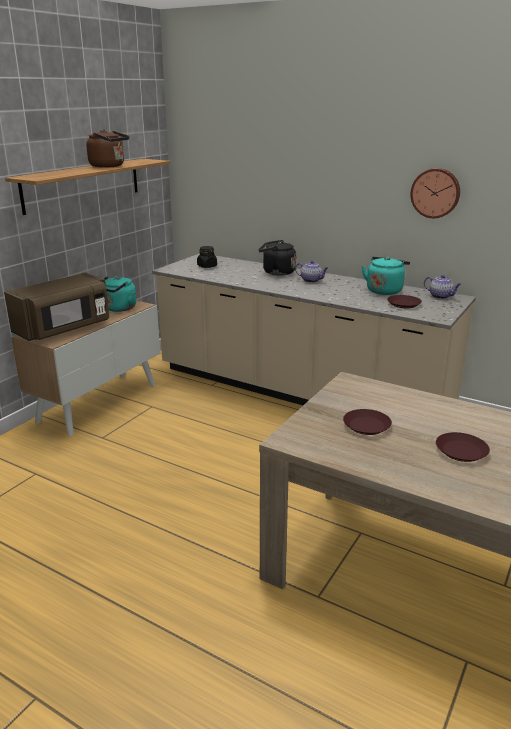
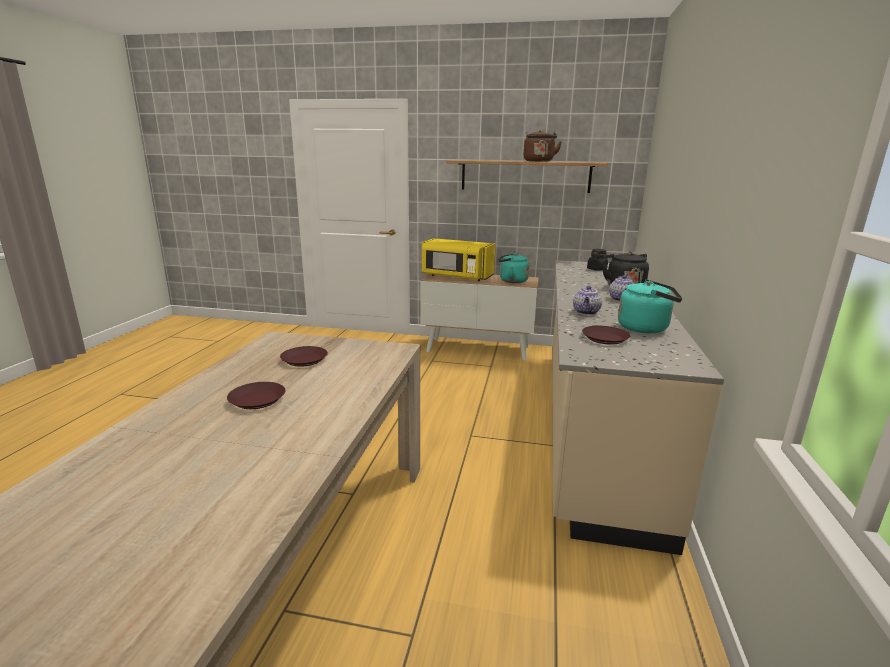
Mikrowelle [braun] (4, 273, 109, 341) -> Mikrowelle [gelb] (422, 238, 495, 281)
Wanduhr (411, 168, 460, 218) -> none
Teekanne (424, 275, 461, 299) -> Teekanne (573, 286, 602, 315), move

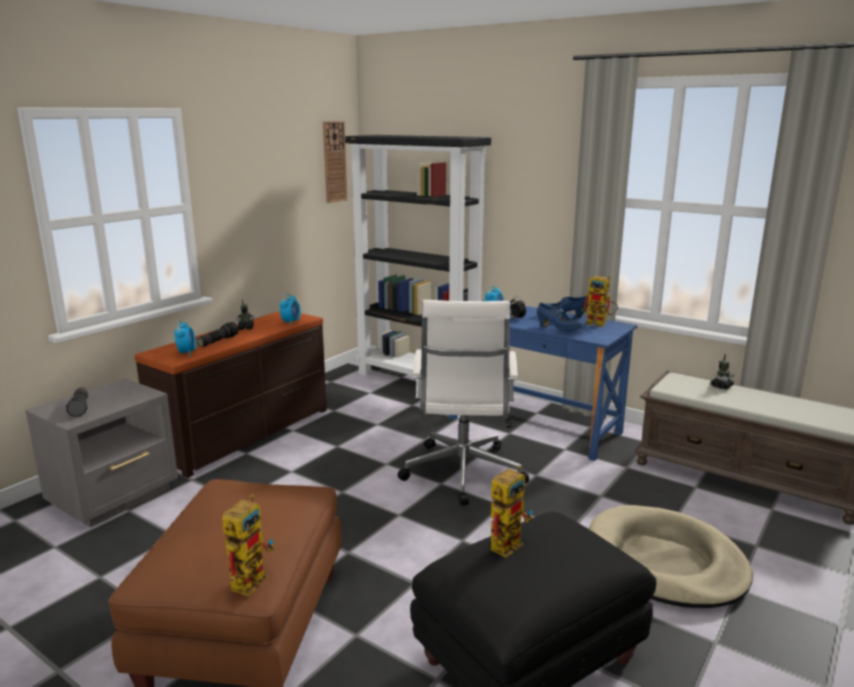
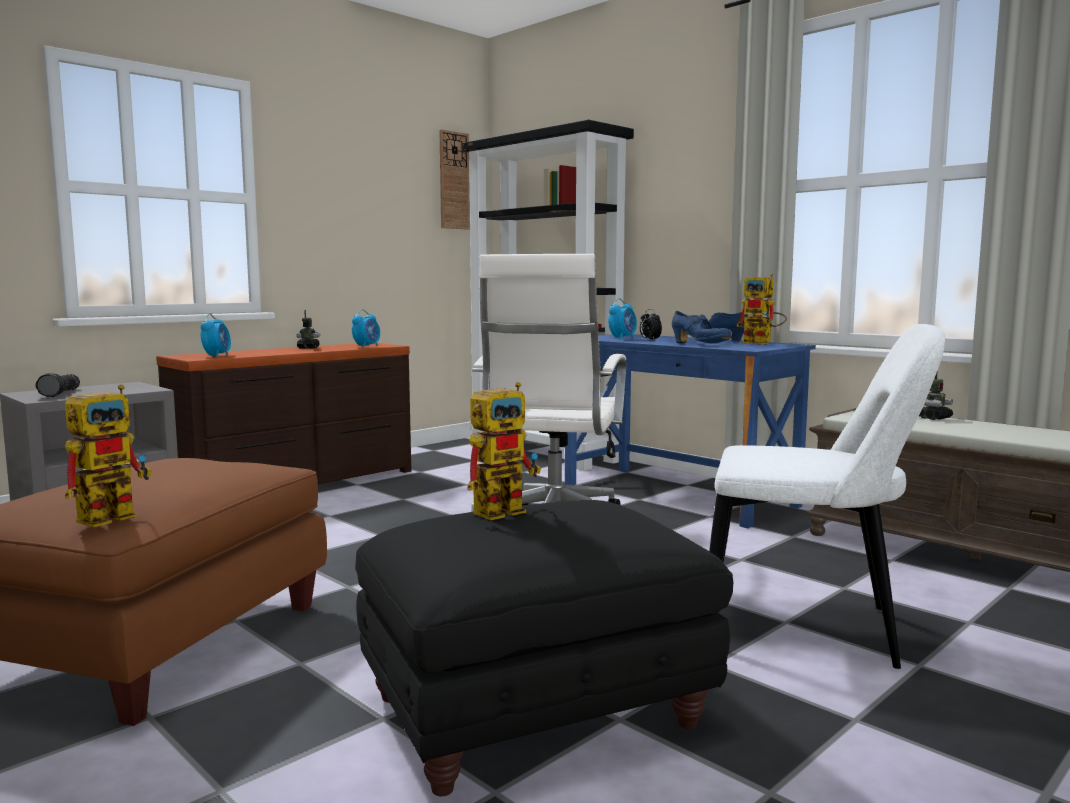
Taschenlampe (197, 322, 239, 347) -> none
Hundebett [beige] (588, 505, 753, 608) -> Stuhl [weiß] (709, 324, 945, 669)

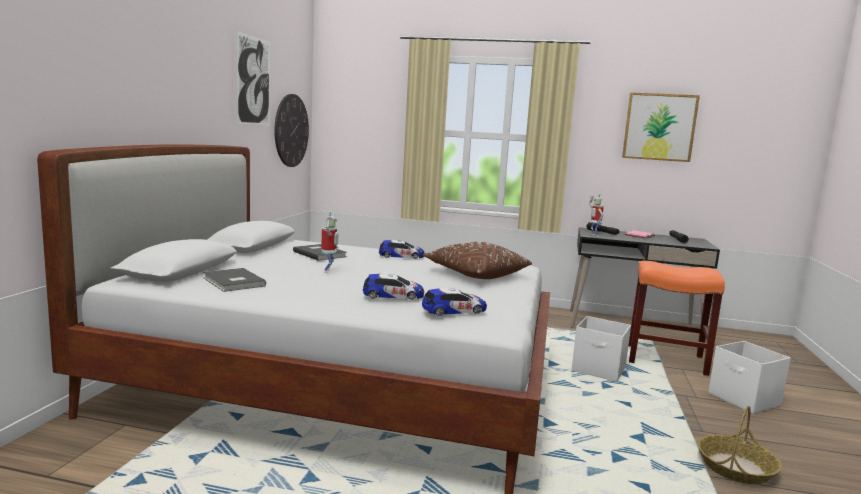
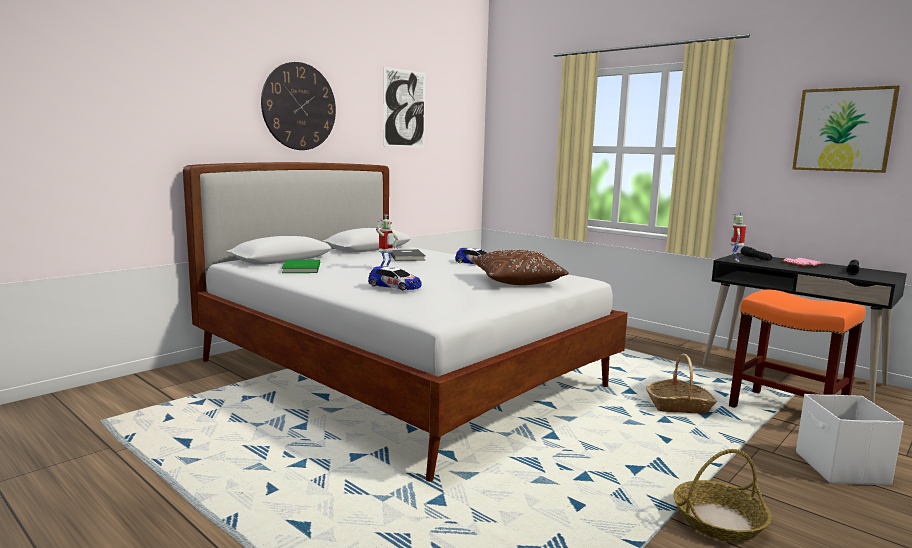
Buch [grau] (203, 268, 266, 292) -> Buch [grün] (282, 260, 320, 273)
Wanduhr (274, 94, 309, 167) -> Wanduhr (261, 62, 336, 150), move
Spielzeugauto (422, 288, 487, 316) -> none
Aufbewahrungsbox [weiß] (572, 316, 631, 382) -> Korb (646, 354, 717, 414)

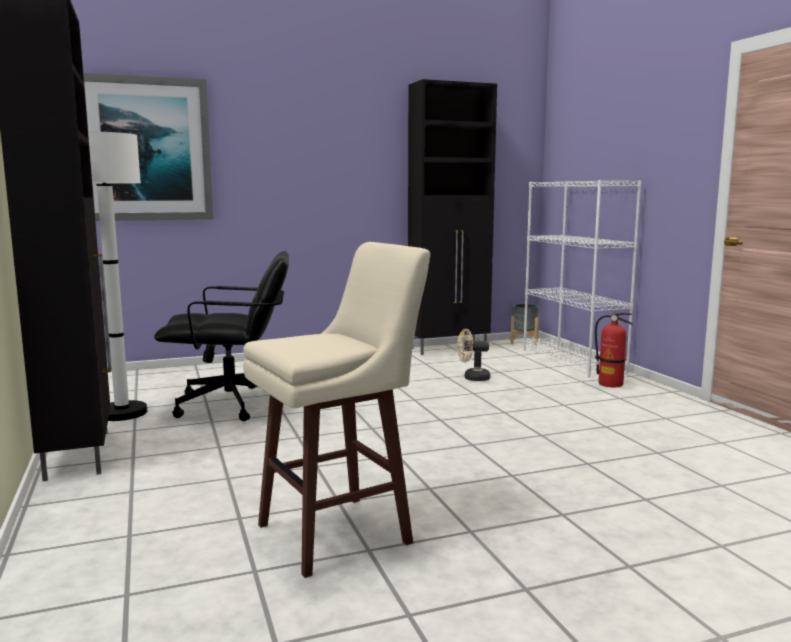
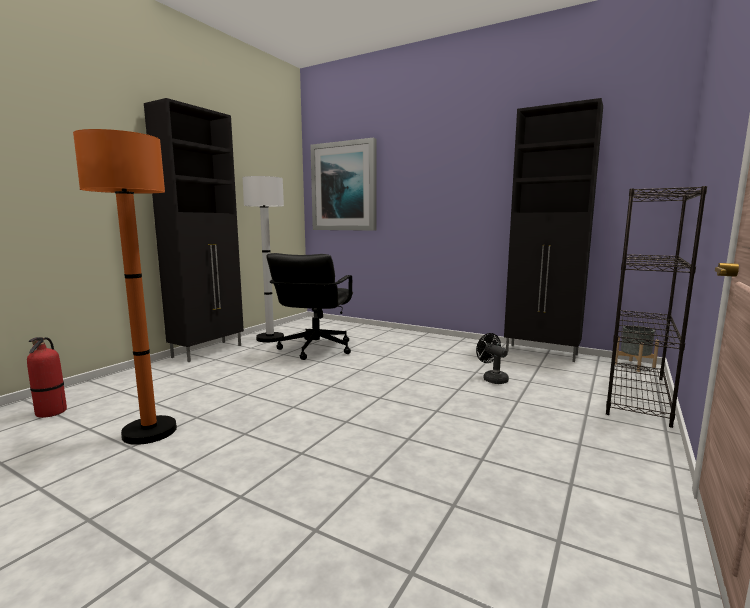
Bürostuhl [schwarz] (154, 251, 289, 421) -> Bürostuhl [schwarz] (266, 253, 353, 360), 60 degrees clockwise
Hocker [beige] (243, 242, 430, 578) -> Stehlampe [orange] (73, 129, 177, 445)
Ventilator [beige] (457, 329, 490, 381) -> Ventilator [schwarz] (476, 333, 509, 384)
Bücherregal [weiß] (523, 180, 642, 378) -> Bücherregal [schwarz] (606, 186, 707, 428)
Feuerlöscher (595, 313, 633, 387) -> Feuerlöscher (27, 337, 67, 418), move

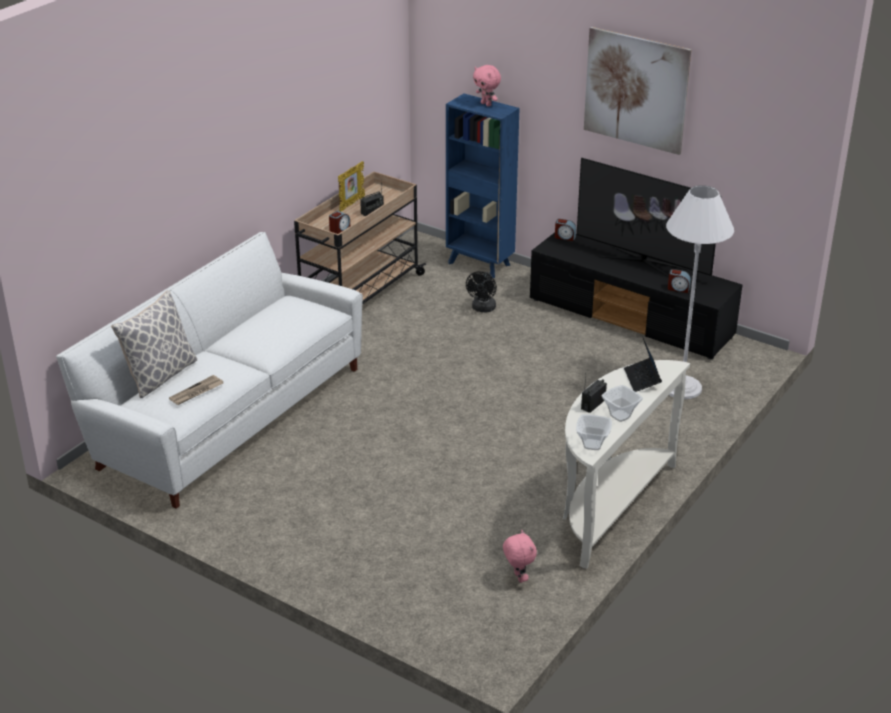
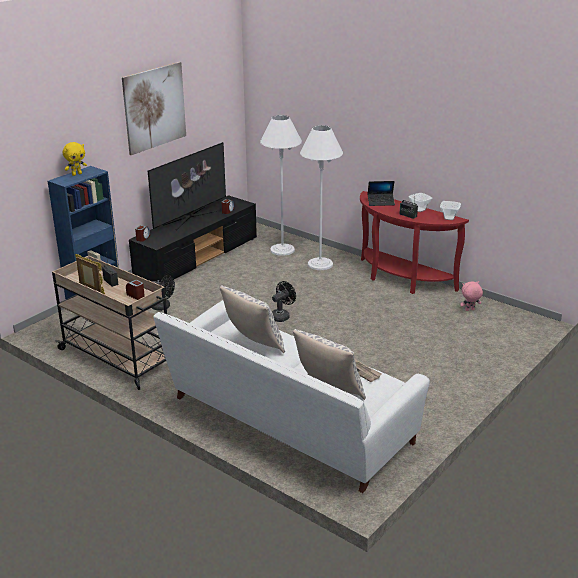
Plüschtier [rosa] (473, 65, 501, 107) -> Plüschtier [gelb] (63, 142, 87, 176)
Konsolentisch [weiß] (563, 360, 690, 569) -> Konsolentisch [rot] (360, 191, 469, 294)
none -> Kissen (219, 285, 285, 354)
none -> Ventilator [schwarz] (272, 281, 296, 322)
none -> Stehlampe [weiß] (300, 125, 343, 270)

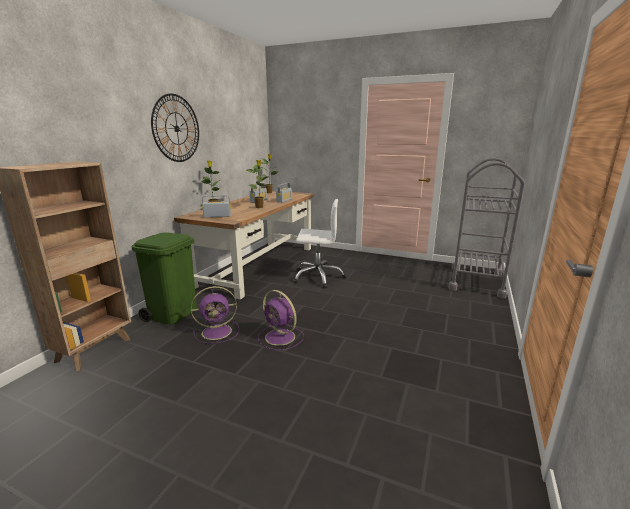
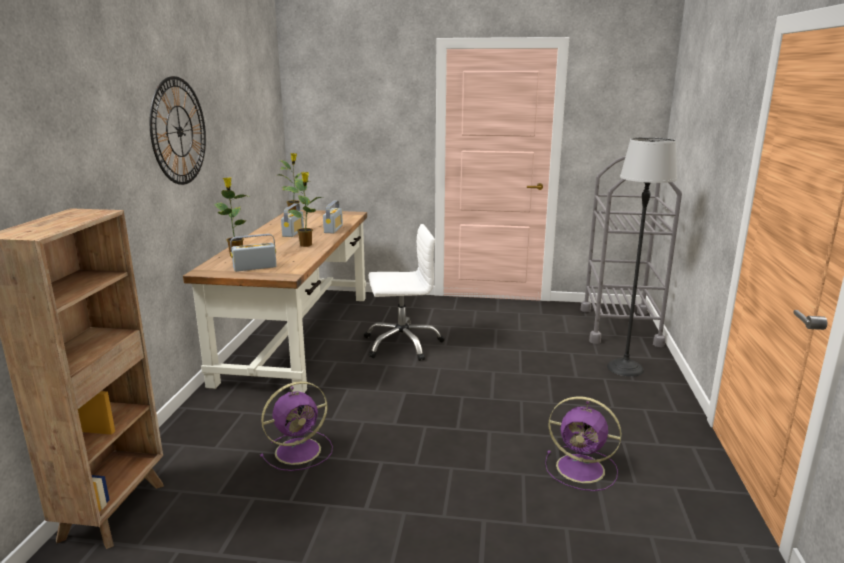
Mülleimer [grün] (131, 232, 197, 324) -> none
Ventilator [lila] (258, 290, 304, 350) -> Ventilator [lila] (545, 396, 622, 491), move
none -> Stehlampe (607, 137, 677, 377)

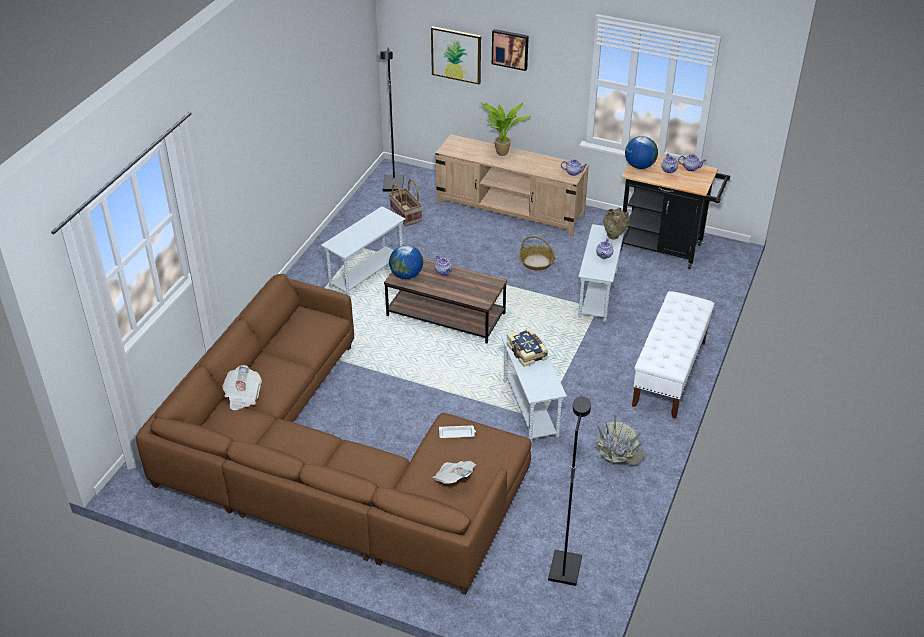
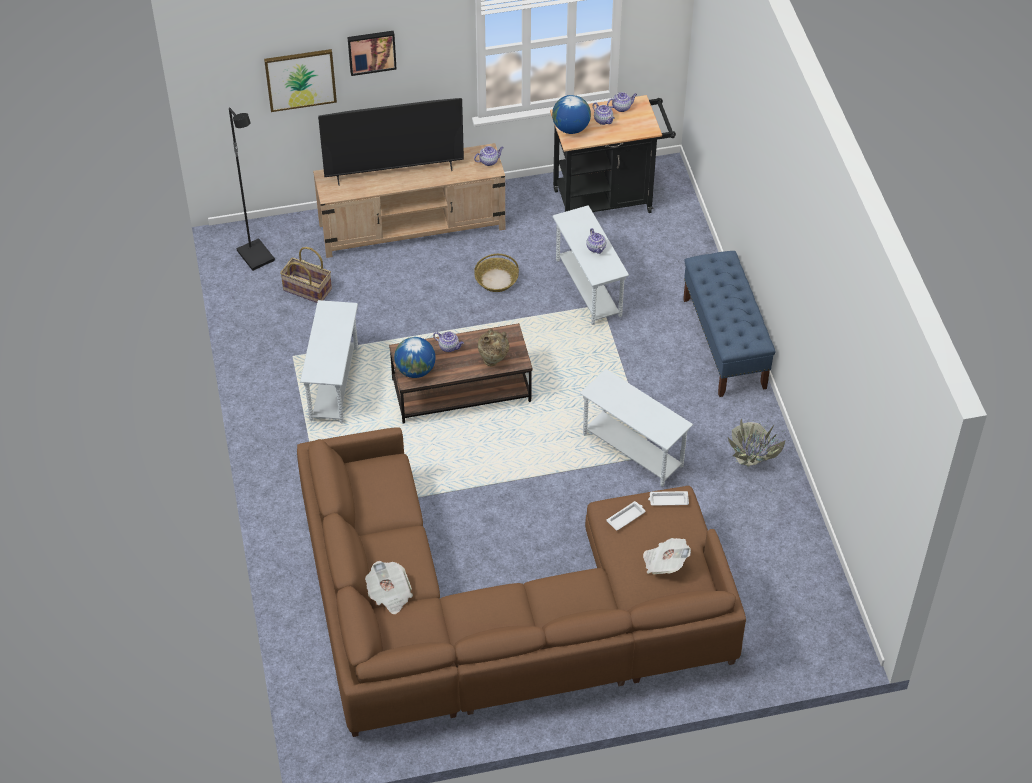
Topfpflanze (481, 102, 531, 156) -> Fernseher (318, 98, 464, 186)
Buch (506, 328, 548, 367) -> none
Stehlampe [schwarz] (548, 396, 591, 586) -> none
Vase [beige] (603, 208, 629, 240) -> Vase [beige] (478, 329, 509, 366), move
Bank [weiß] (632, 291, 714, 419) -> Bank [blau] (683, 251, 776, 397)
none -> Tablett [weiß] (648, 491, 689, 506)

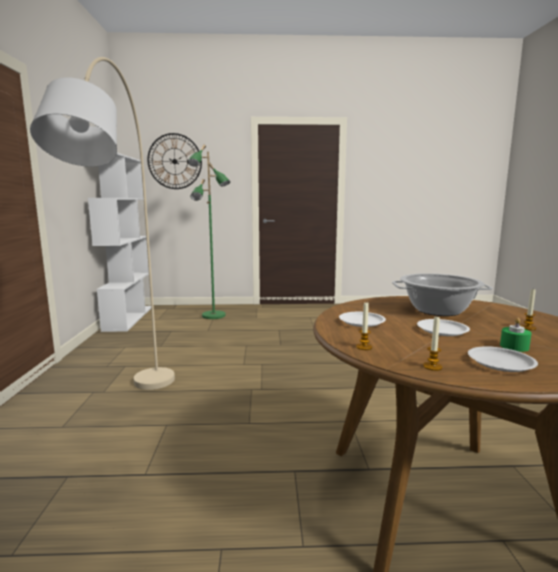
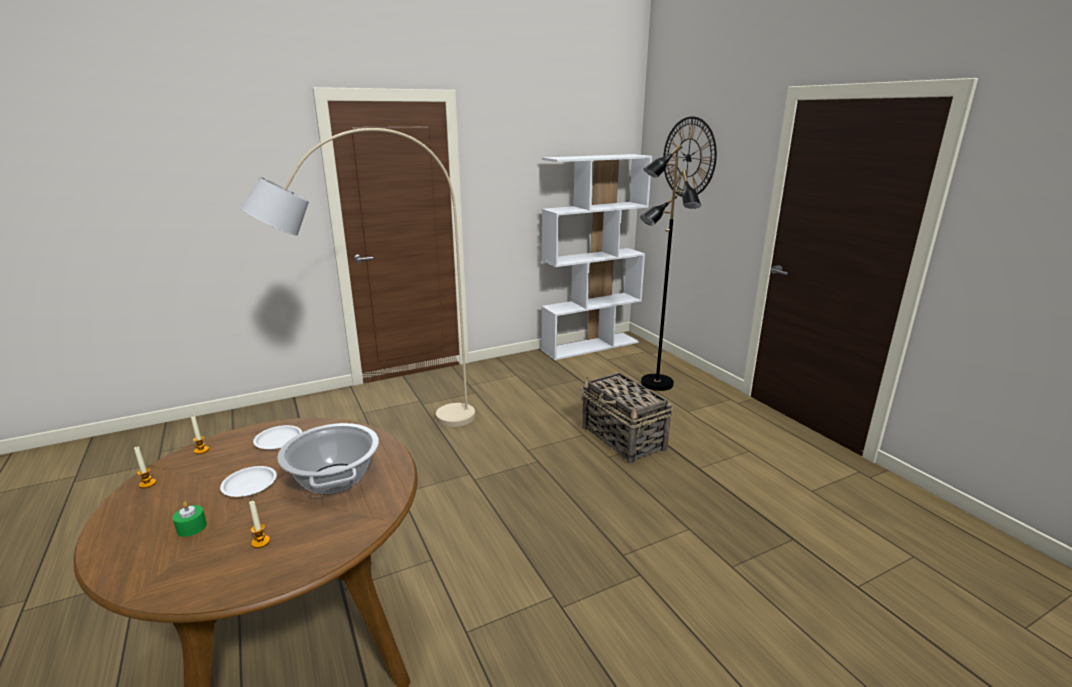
Stehlampe [grün] (187, 145, 230, 319) -> Stehlampe [schwarz] (640, 144, 701, 391)
Teller [weiß] (468, 346, 538, 372) -> none
none -> Korb (581, 373, 673, 464)

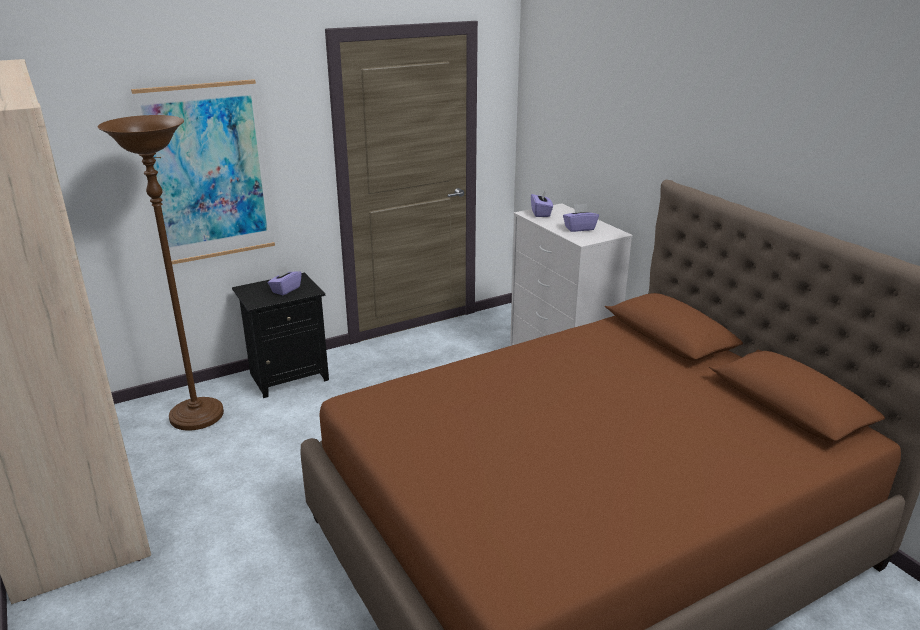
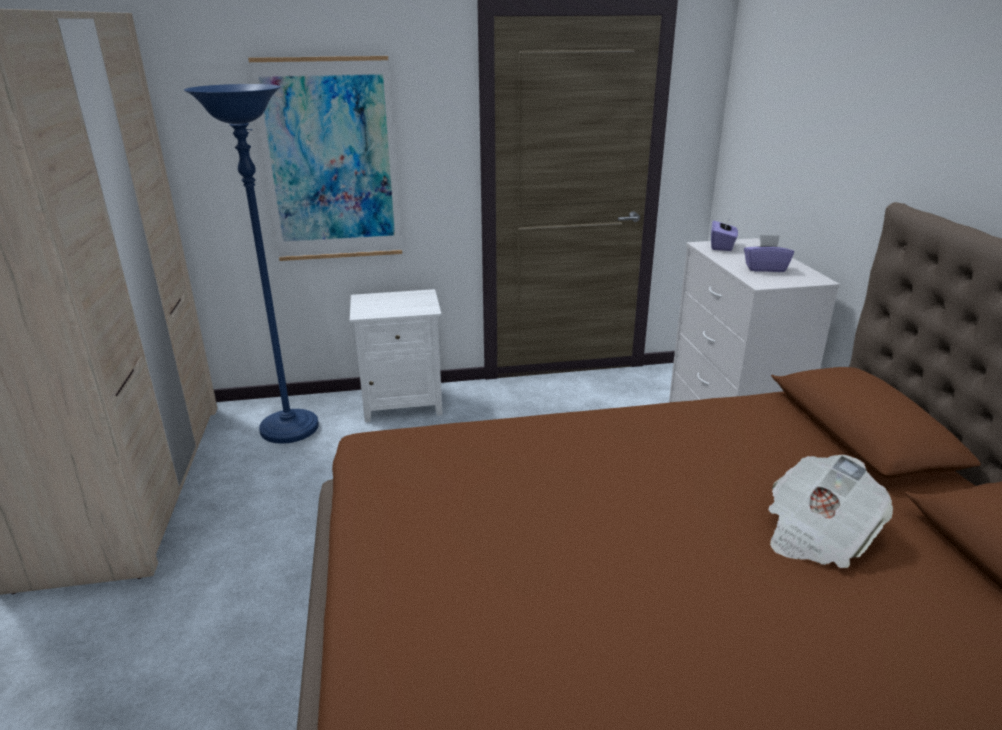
Stehlampe [braun] (98, 115, 224, 431) -> Stehlampe [blau] (184, 84, 319, 444)
Nachttisch [schwarz] (232, 273, 329, 398) -> Nachttisch [weiß] (350, 289, 443, 422)
Taschentuchbox [lila] (268, 265, 302, 295) -> none
none -> Zeitung (768, 455, 893, 568)

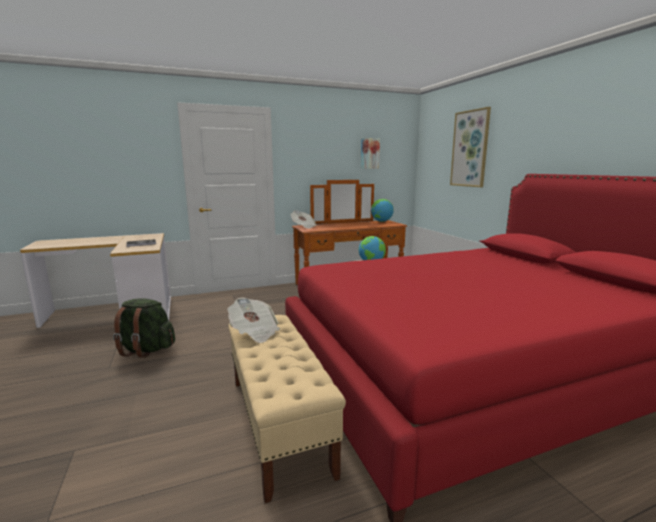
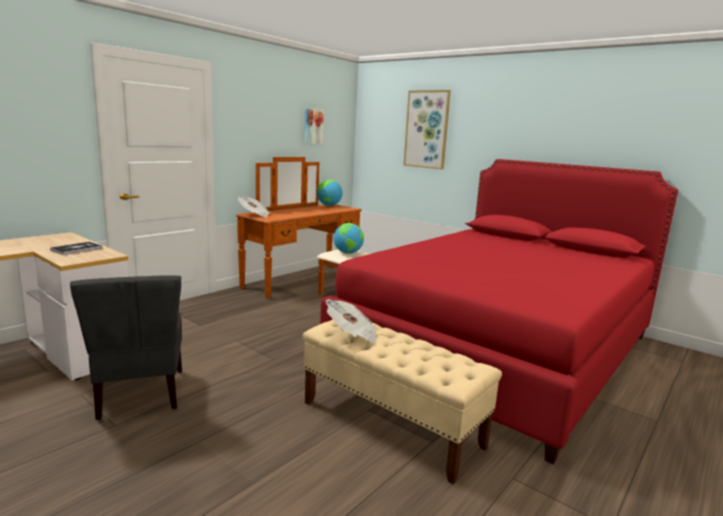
Rucksack [grün] (113, 298, 175, 358) -> Stuhl [grau] (70, 275, 182, 420)

